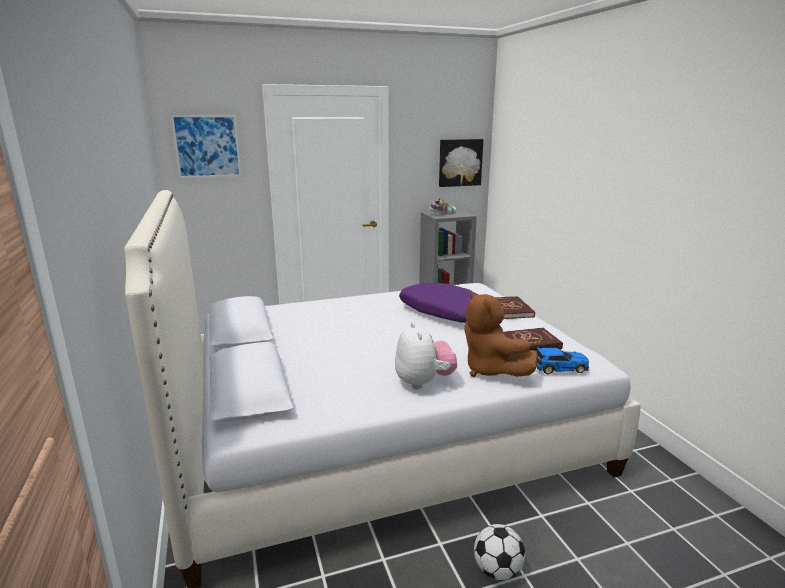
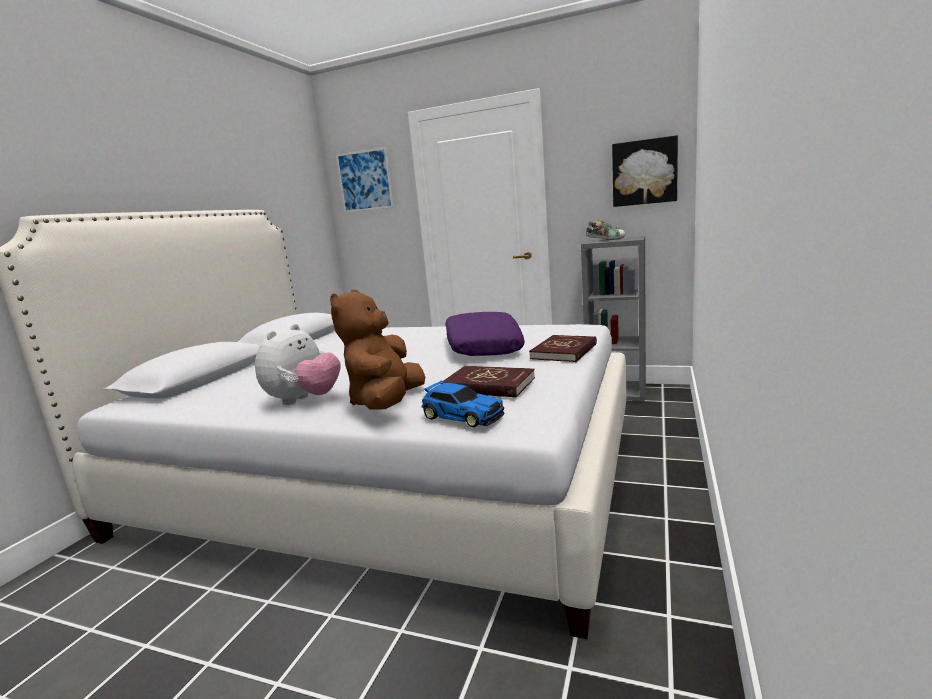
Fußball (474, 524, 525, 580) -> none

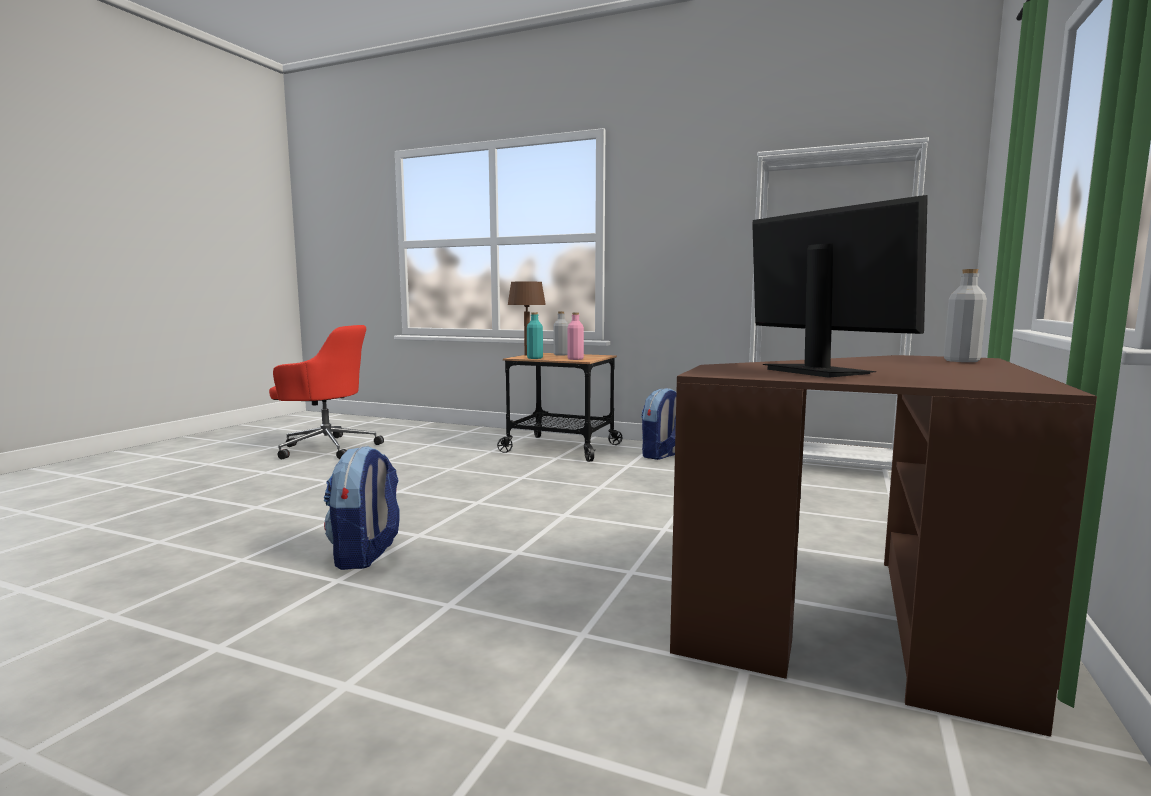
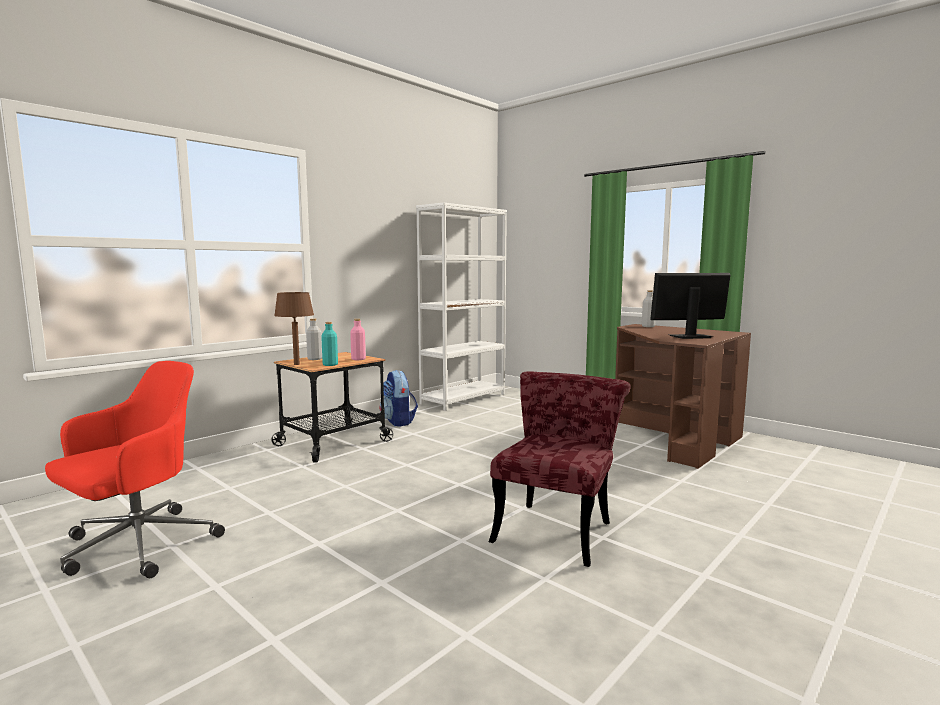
Rucksack (324, 445, 400, 570) -> Stuhl [rot] (489, 371, 631, 567)

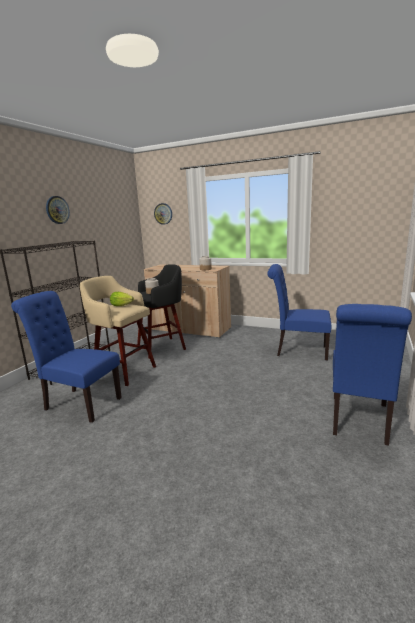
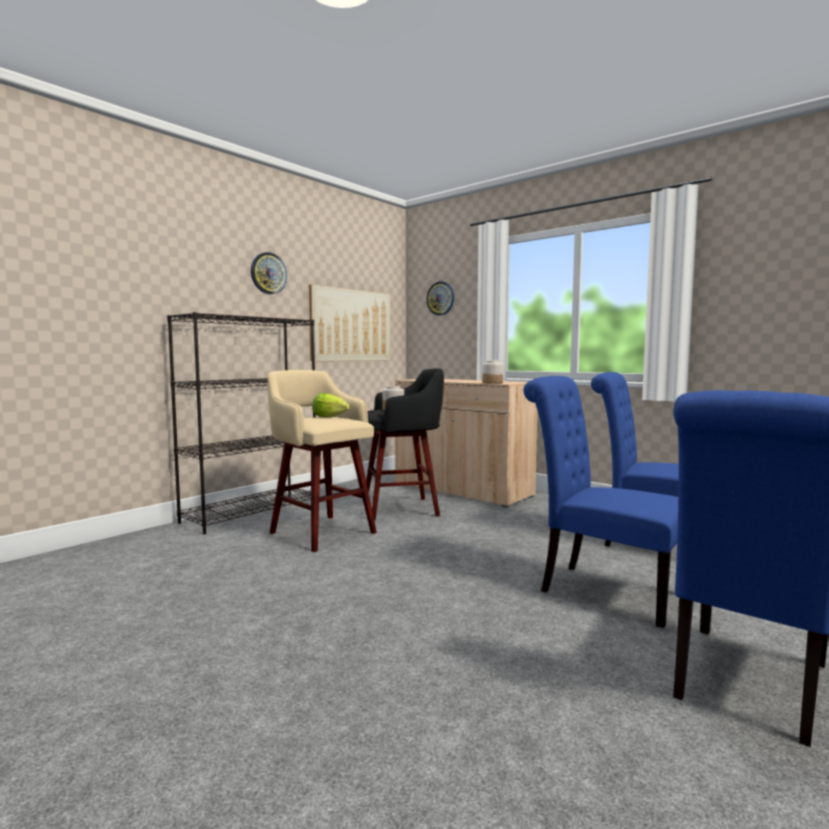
Stuhl [blau] (11, 291, 122, 423) -> Stuhl [blau] (523, 376, 678, 628), move
none -> Bild (309, 284, 391, 361)

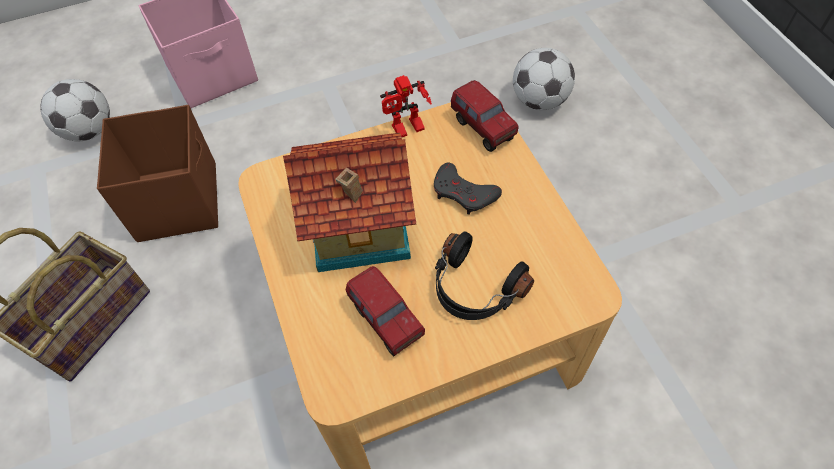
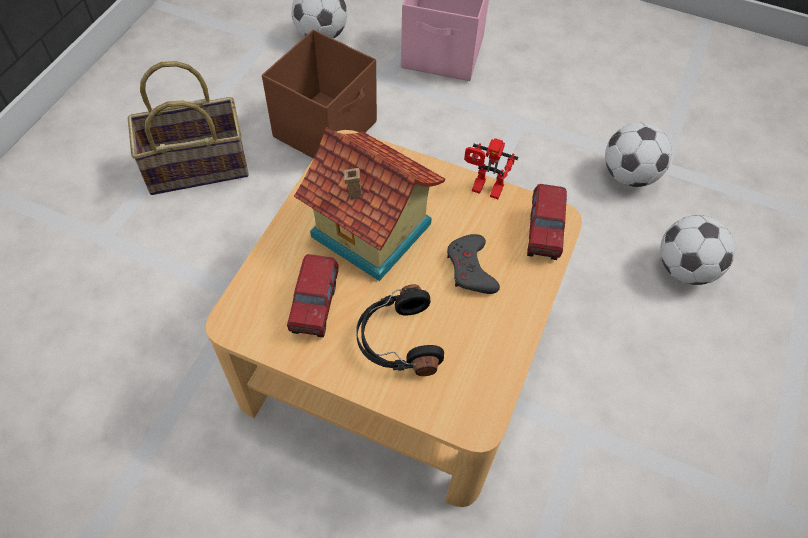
none -> Fußball (605, 122, 672, 187)

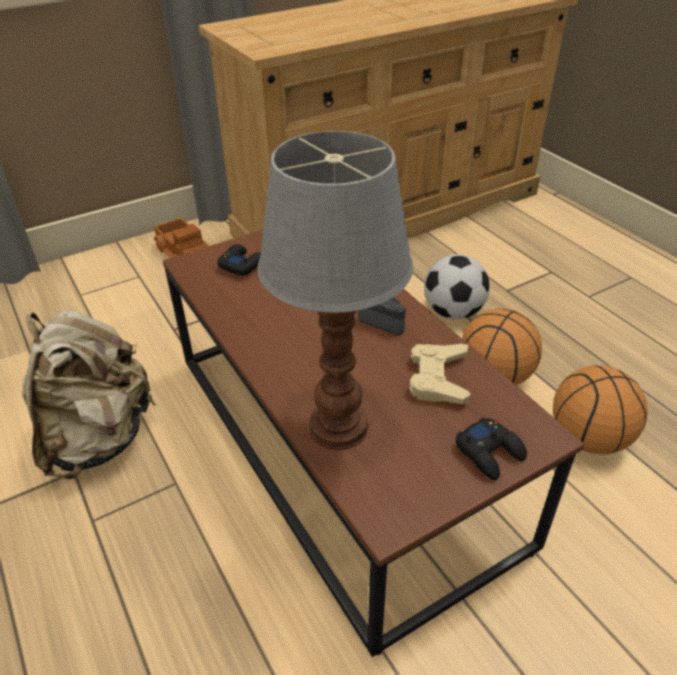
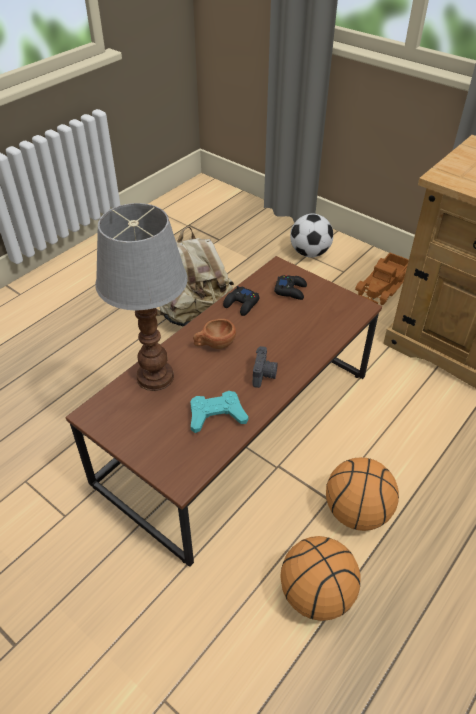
Gamepad [beige] (409, 344, 471, 404) -> Gamepad [türkis] (190, 391, 248, 433)
Fußball (424, 254, 490, 320) -> Fußball (290, 214, 333, 258), move
Gamepad [schwarz] (456, 417, 527, 480) -> Gamepad [schwarz] (223, 286, 259, 316), move
none -> Tasse [braun] (193, 319, 236, 349)

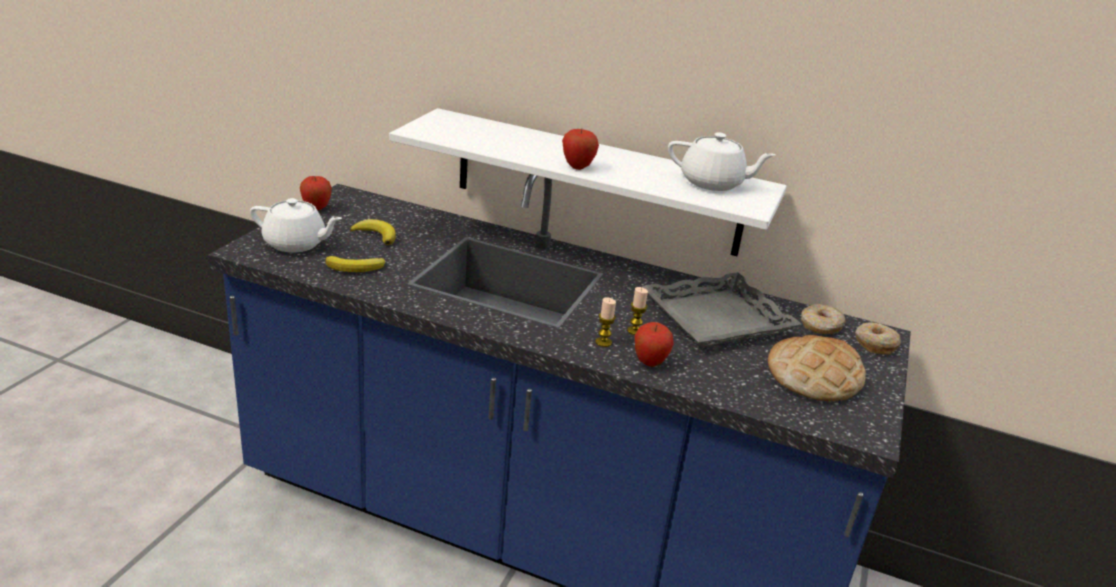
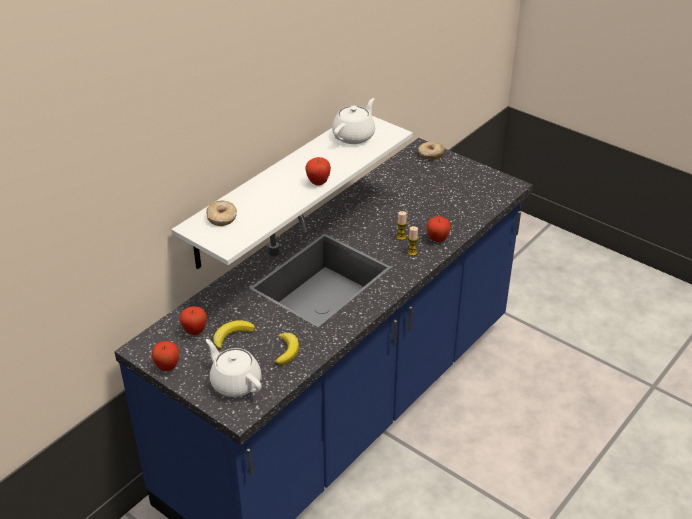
Teekanne [weiß] (250, 198, 342, 252) -> Teekanne [weiß] (206, 339, 262, 397), 75 degrees counterclockwise
Tablett [grau] (641, 272, 802, 347) -> none
Brot (768, 335, 866, 401) -> none
Donut (801, 304, 846, 334) -> Donut (206, 201, 237, 226), move
none -> Apfel (180, 306, 207, 335)

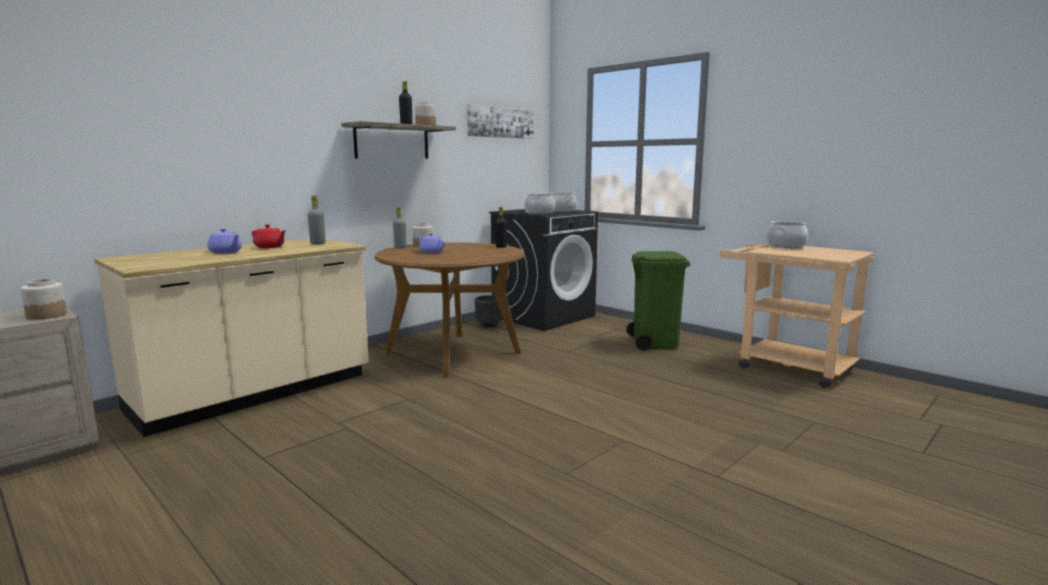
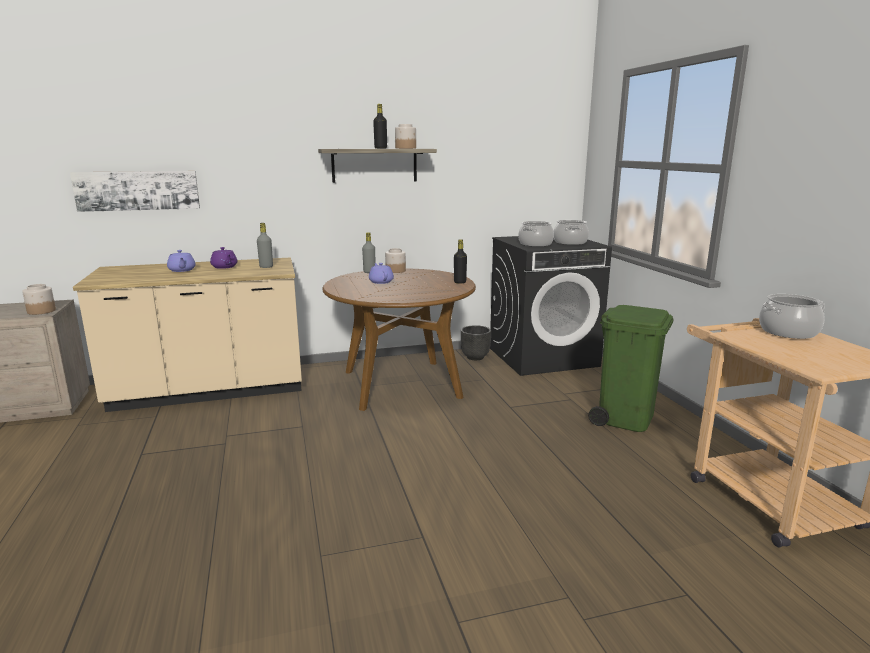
Teekanne [rot] (252, 224, 287, 248) -> Teekanne [lila] (210, 247, 237, 269)
Bild (467, 104, 534, 139) -> Bild (70, 171, 200, 212), move

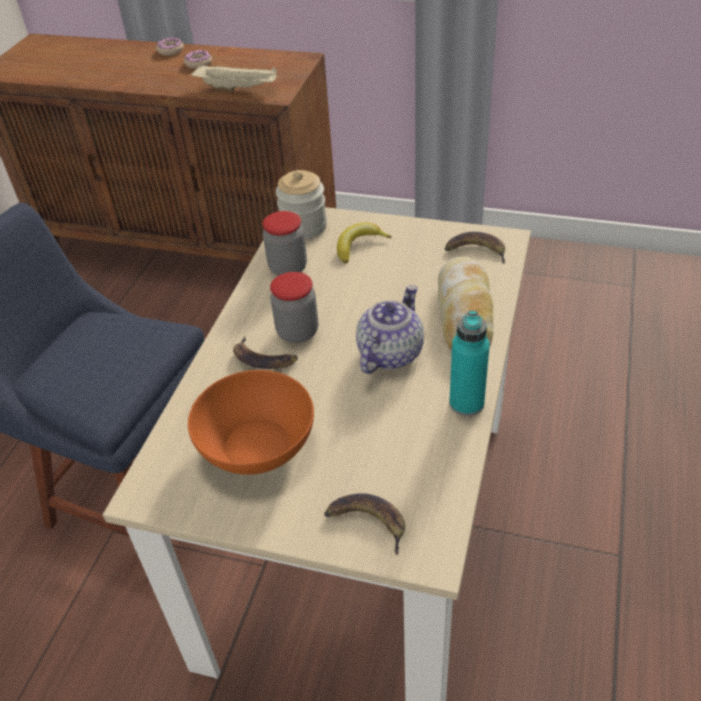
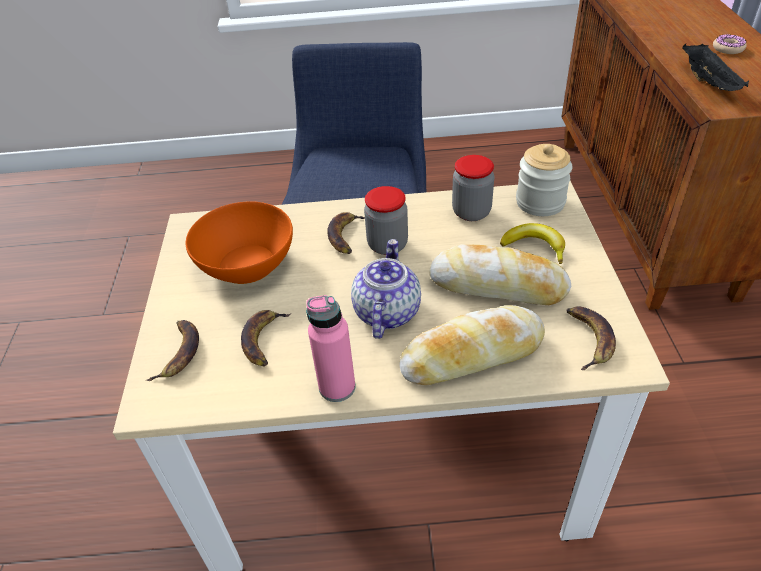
Donut (156, 37, 184, 55) -> none
Tablett [beige] (192, 64, 277, 91) -> Tablett [schwarz] (682, 44, 749, 91)
Teekanne (356, 285, 424, 374) -> Teekanne (351, 239, 421, 339), 90 degrees counterclockwise
Flasche [türkis] (449, 311, 490, 416) -> Flasche [rosa] (306, 295, 356, 402)
none -> Banane (241, 310, 291, 366)
none -> Brot (430, 244, 571, 305)

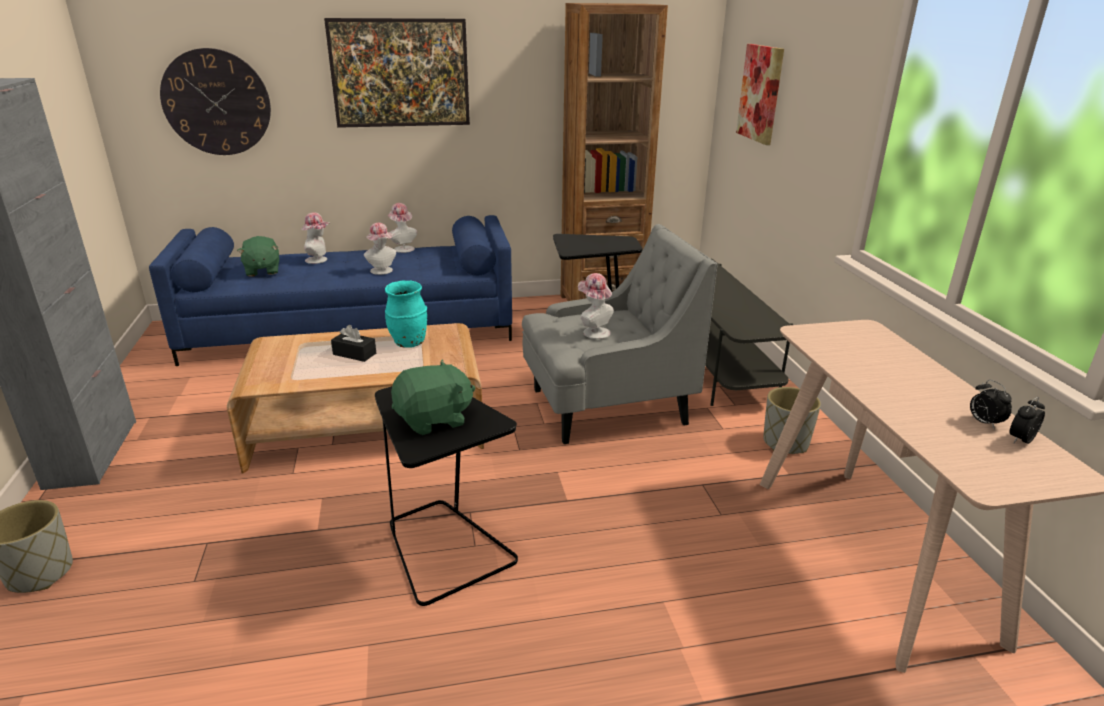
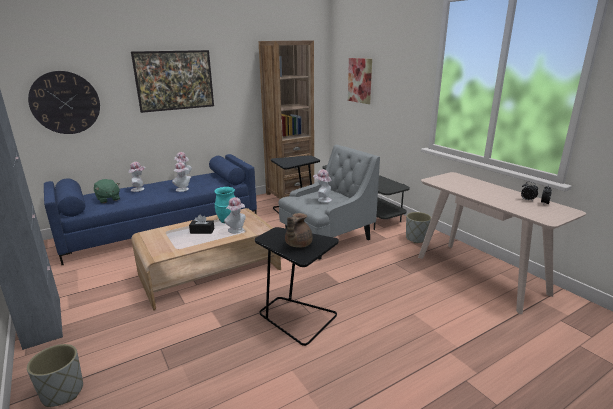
Plüschtier [grün] (391, 359, 475, 435) -> Teekanne [braun] (285, 213, 312, 248)
none -> Hut (224, 197, 246, 234)

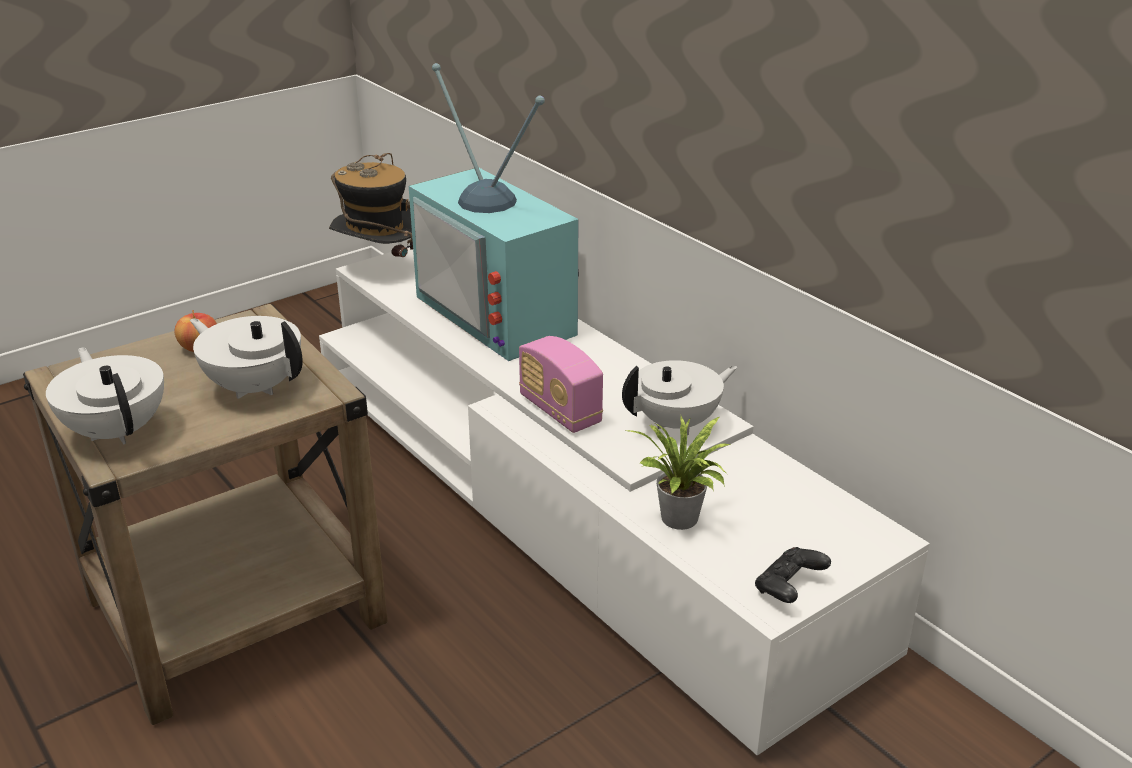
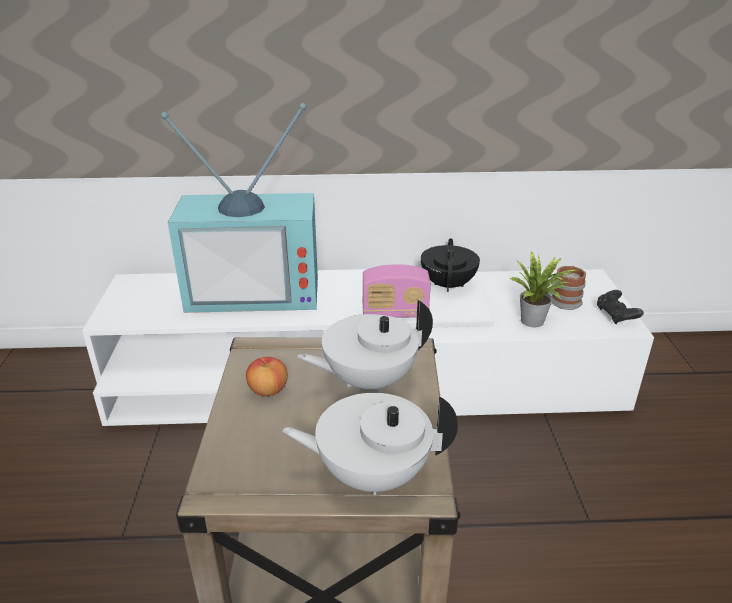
Hut (329, 153, 413, 257) -> none
Teekanne [weiß] (622, 360, 738, 435) -> Teekanne [schwarz] (421, 238, 480, 292)
none -> Henkelbecher (545, 266, 586, 310)

